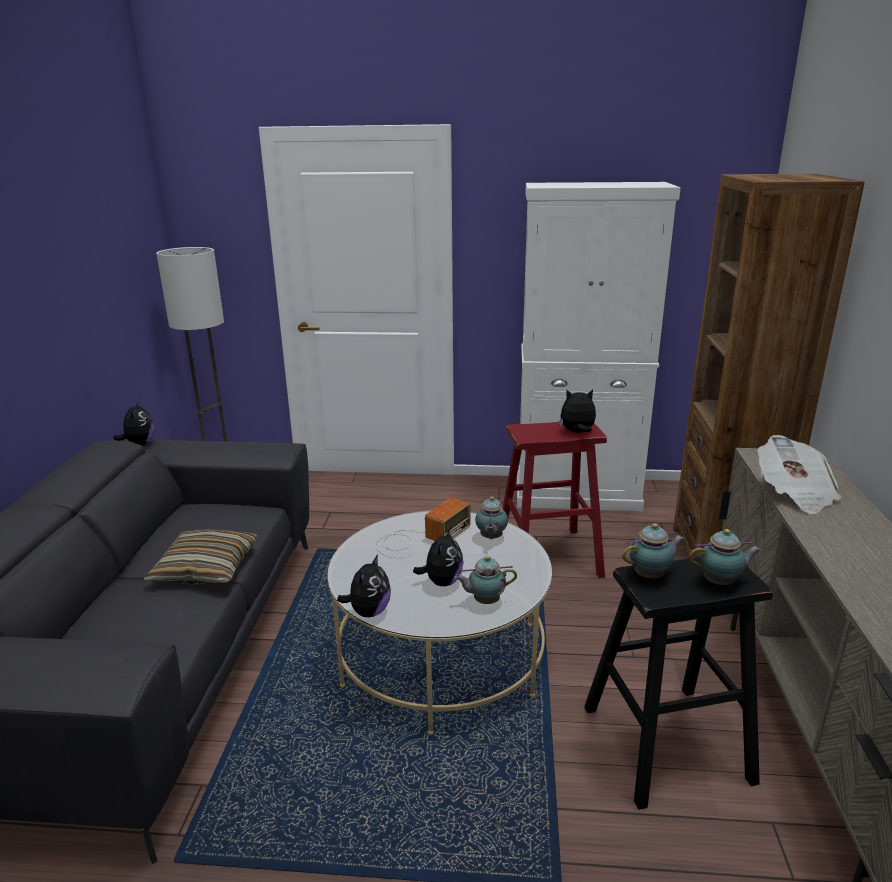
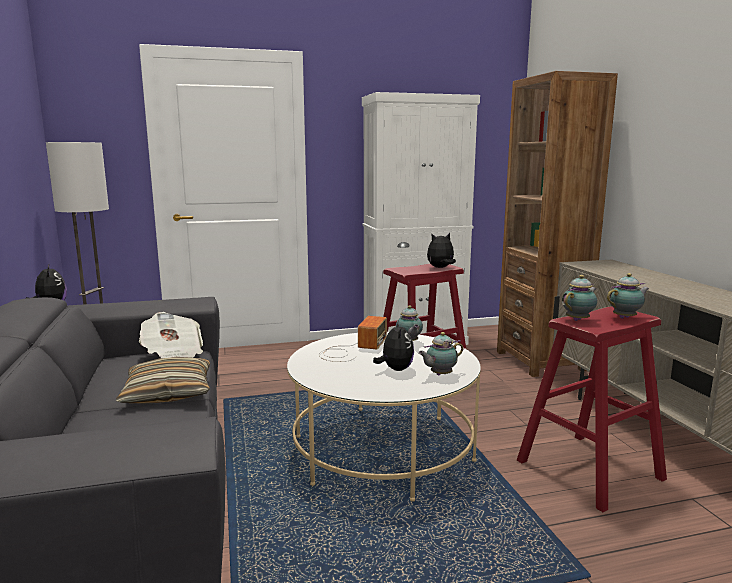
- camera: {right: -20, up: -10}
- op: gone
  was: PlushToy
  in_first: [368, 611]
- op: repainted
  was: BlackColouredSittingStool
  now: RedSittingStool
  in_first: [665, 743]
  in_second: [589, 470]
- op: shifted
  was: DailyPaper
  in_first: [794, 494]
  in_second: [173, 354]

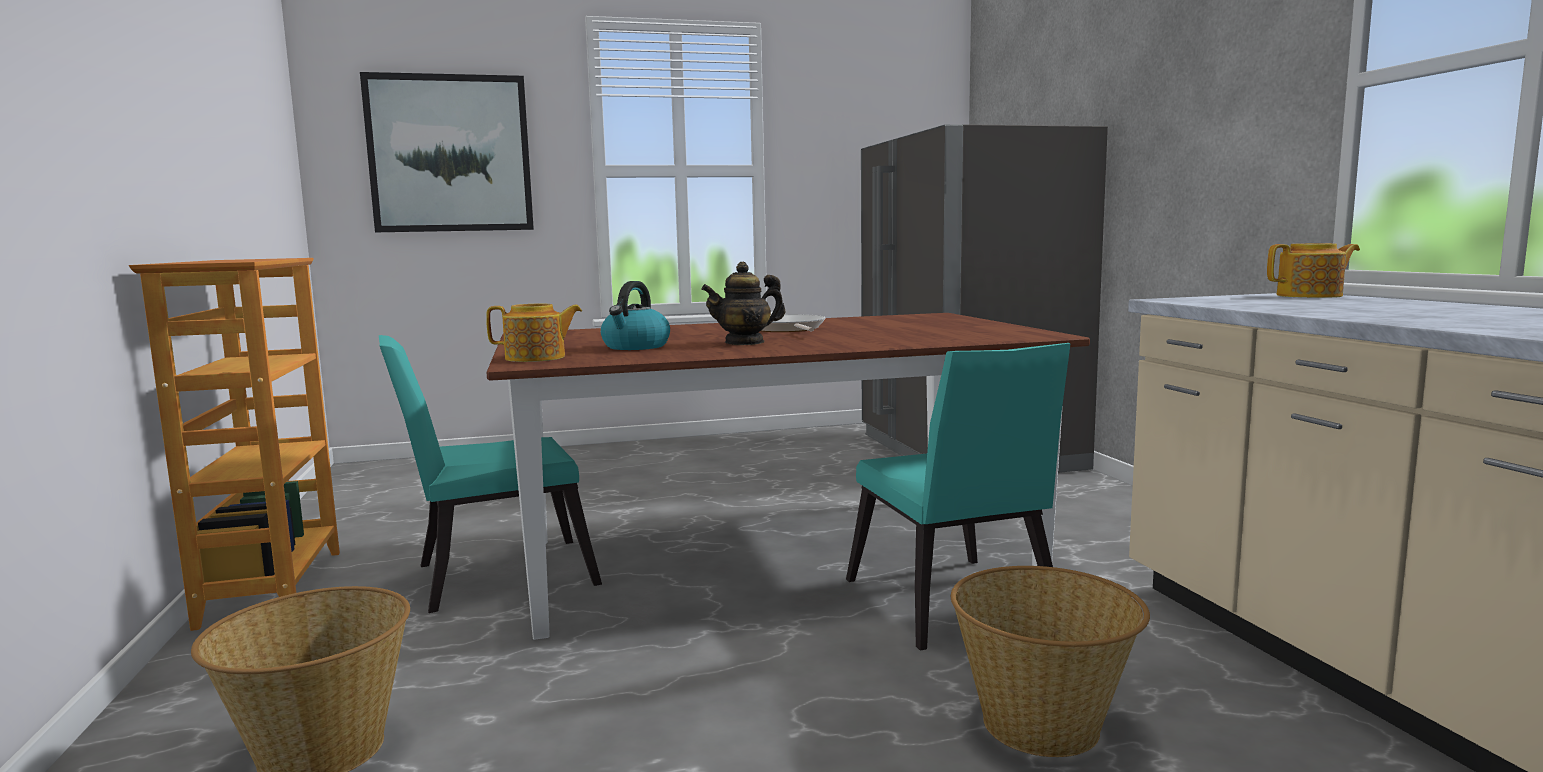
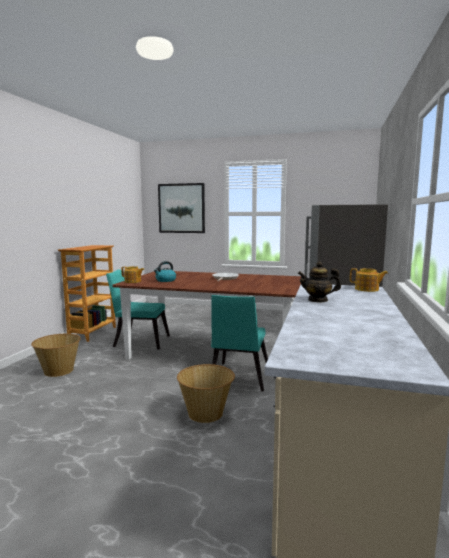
- camera: {right: 30, up: 0}
- op: shifted
  was: PotForTea
  in_first: [745, 342]
  in_second: [318, 300]

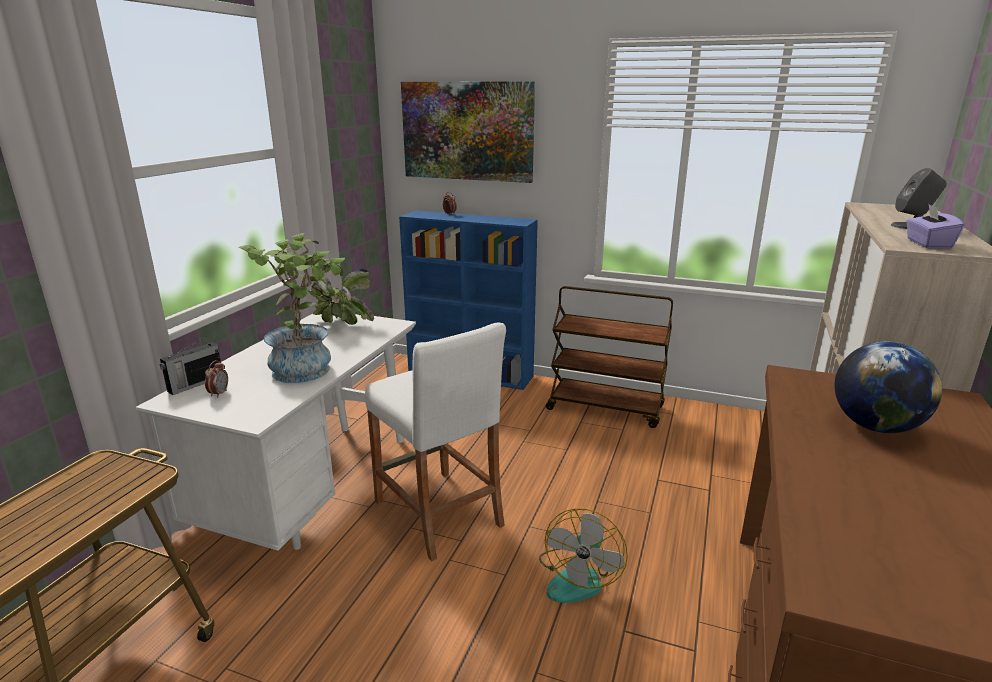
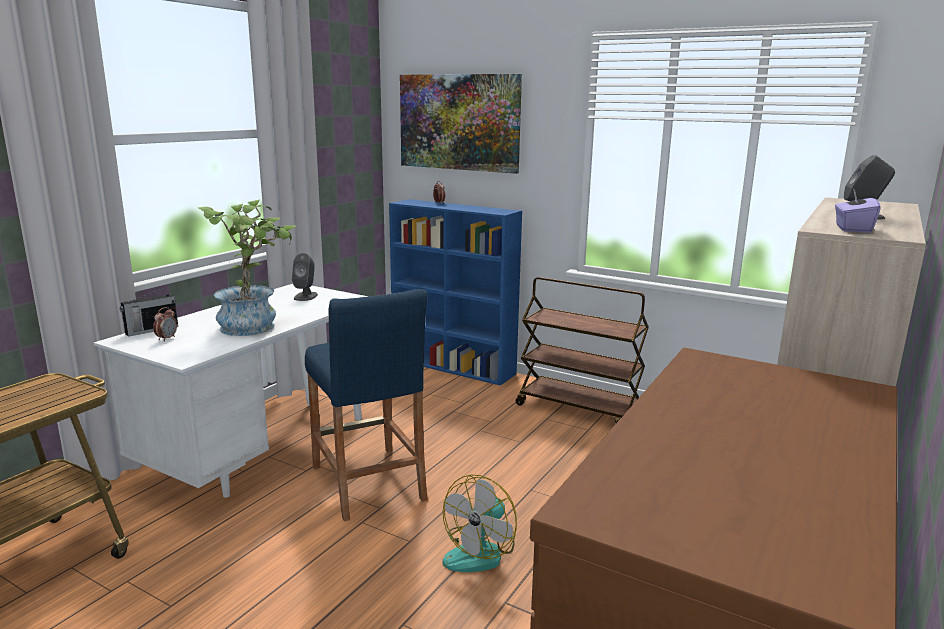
- camera: {right: 10, up: -5}
- op: swapped
  was: PottedPlant
  now: GreyAudioSpeaker
  in_first: [342, 325]
  in_second: [305, 296]
- op: repainted
  was: WhitishSittingStool
  now: BlueSittingStool
  in_first: [438, 513]
  in_second: [368, 482]
- op: gone
  was: DeskGlobe
  in_first: [875, 427]

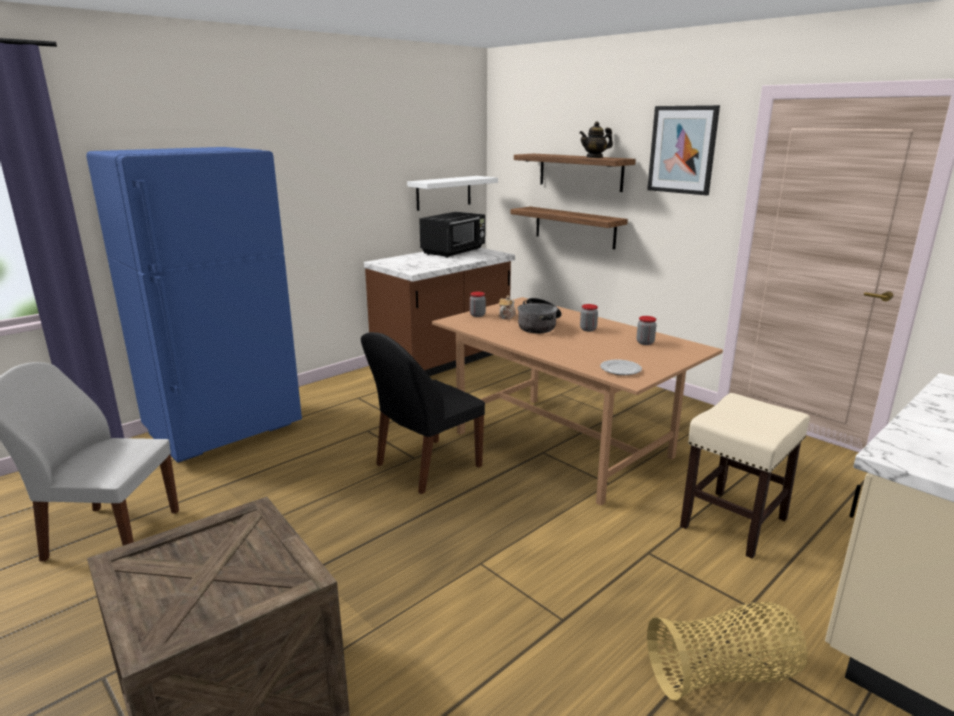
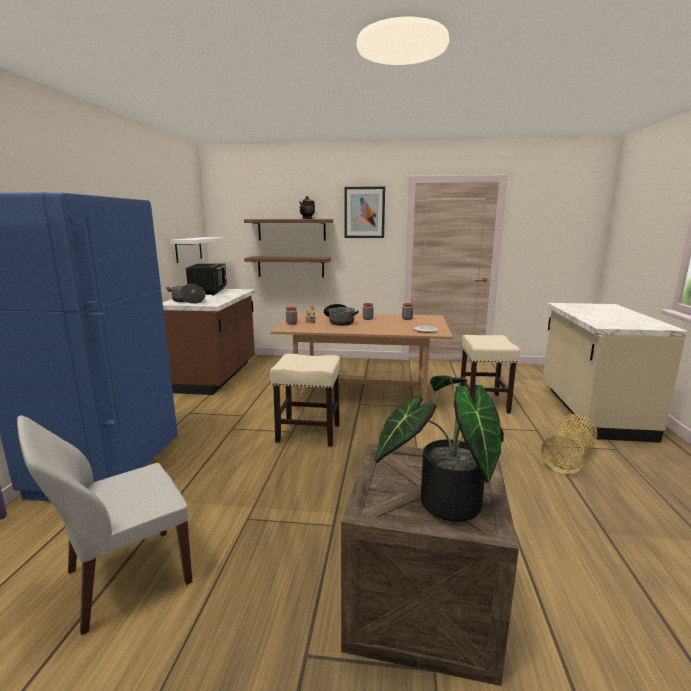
- camera: {right: -40, up: -5}
- op: swapped
  was: BlackColouredChair
  now: BeigeColouredSittingStool
  in_first: [426, 466]
  in_second: [307, 433]
- op: new
  now: Stockpot
  in_second: [187, 301]
- op: new
  now: PottedPlant
  in_second: [442, 502]

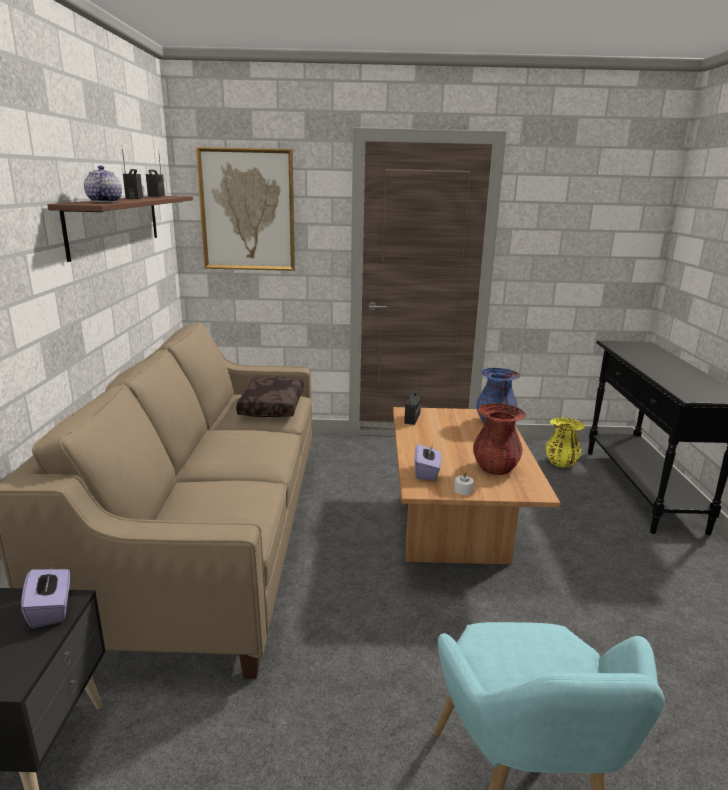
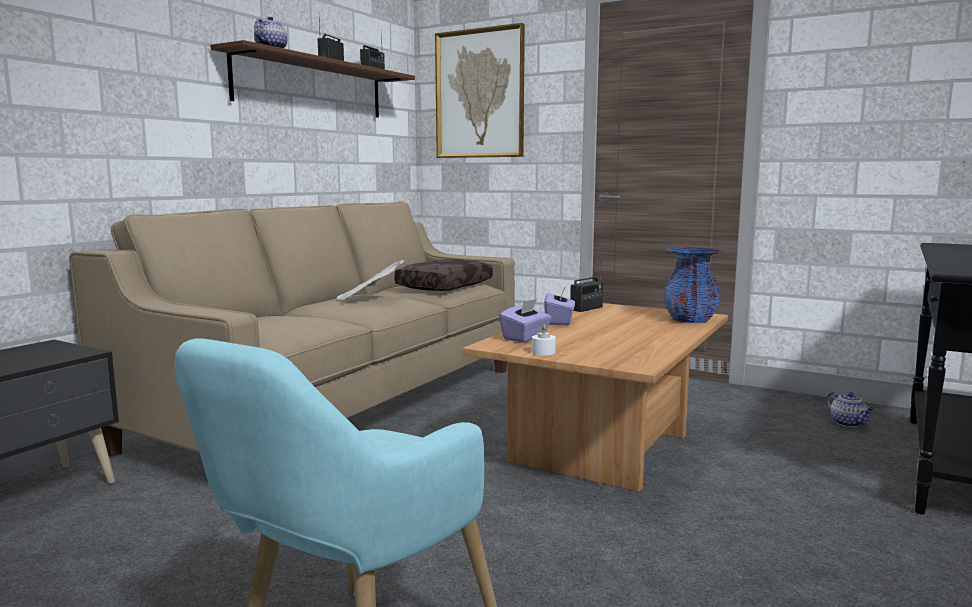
- camera: {right: 30, up: -10}
- op: shifted
  was: PurplishTissueHolder
  in_first: [51, 609]
  in_second: [559, 322]
- op: gone
  was: RedDecorativeVase
  in_first: [495, 468]
- op: swapped
  was: YellowishDecorativeVase
  now: PotForTea
  in_first: [561, 463]
  in_second: [848, 423]
- op: new
  now: DailyPaper
  in_second: [369, 299]

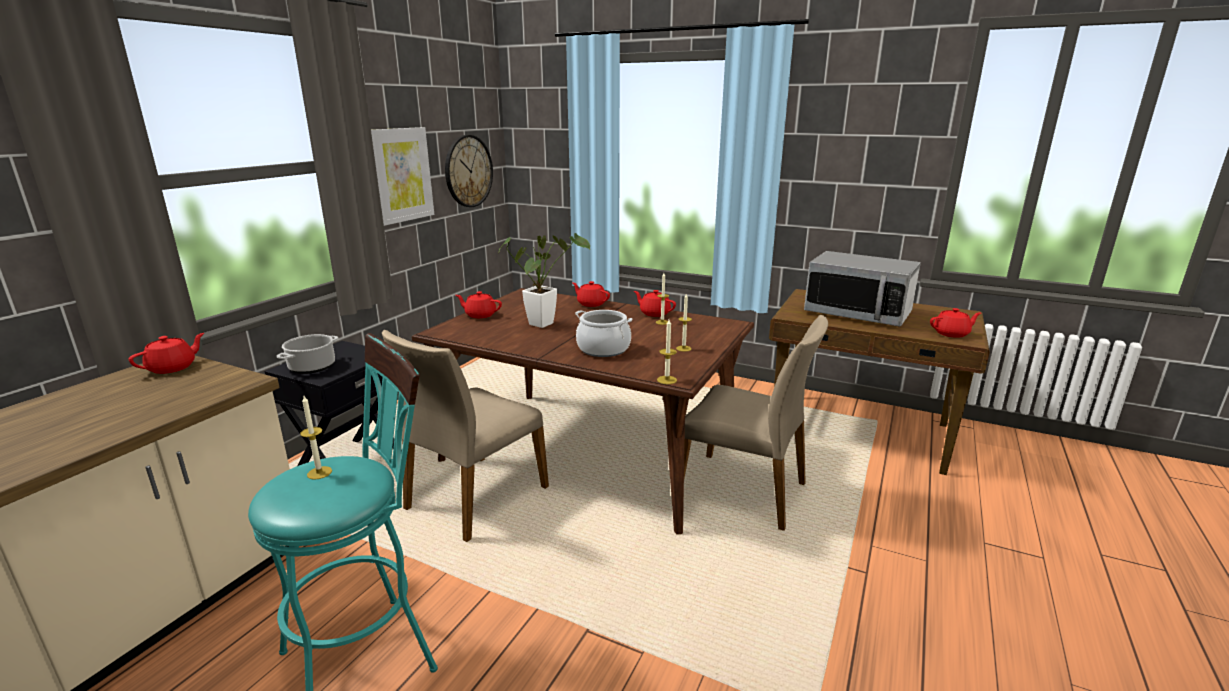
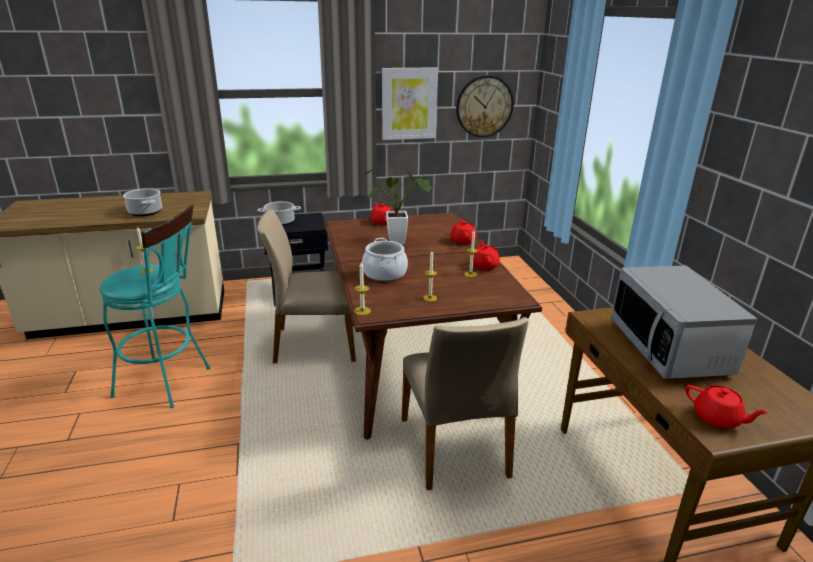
- camera: {right: 50, up: 5}
- op: gone
  was: RedPotForTea
  in_first: [173, 367]
- op: new
  now: Stockpot
  in_second: [146, 212]

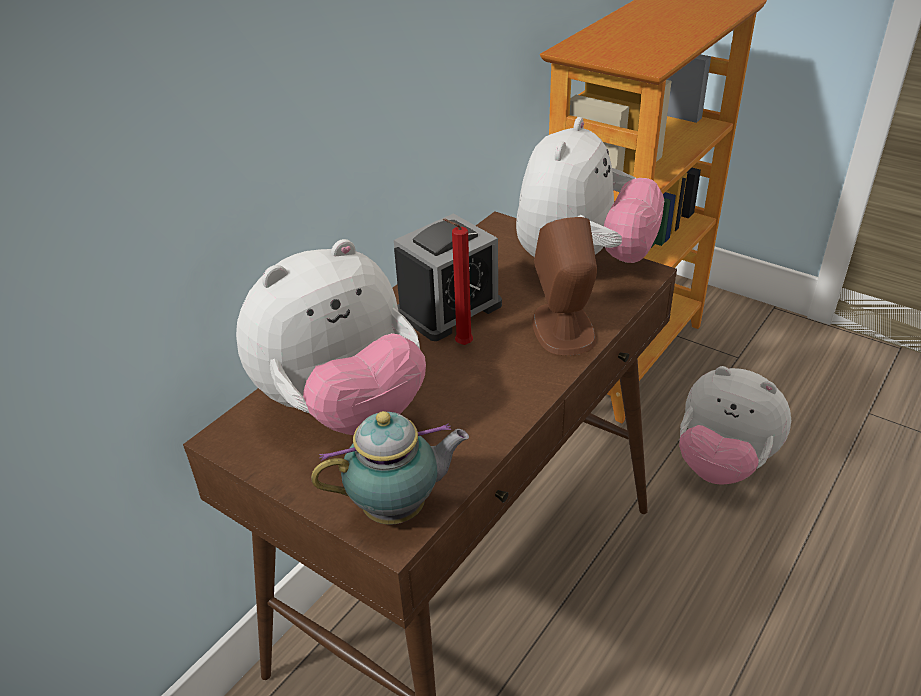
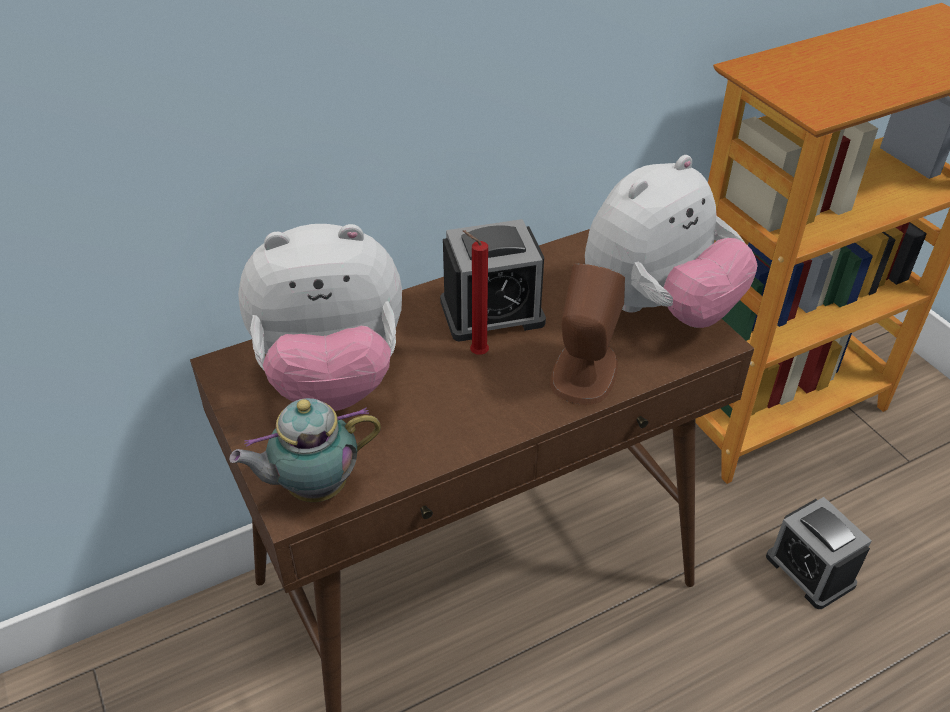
- camera: {right: 25, up: 5}
- op: rotated
  was: PotForTea
  in_first: [399, 509]
  in_second: [313, 488]
  clockwise: 150
- op: swapped
  was: PlushToy
  now: BedsideClock
  in_first: [722, 464]
  in_second: [810, 570]

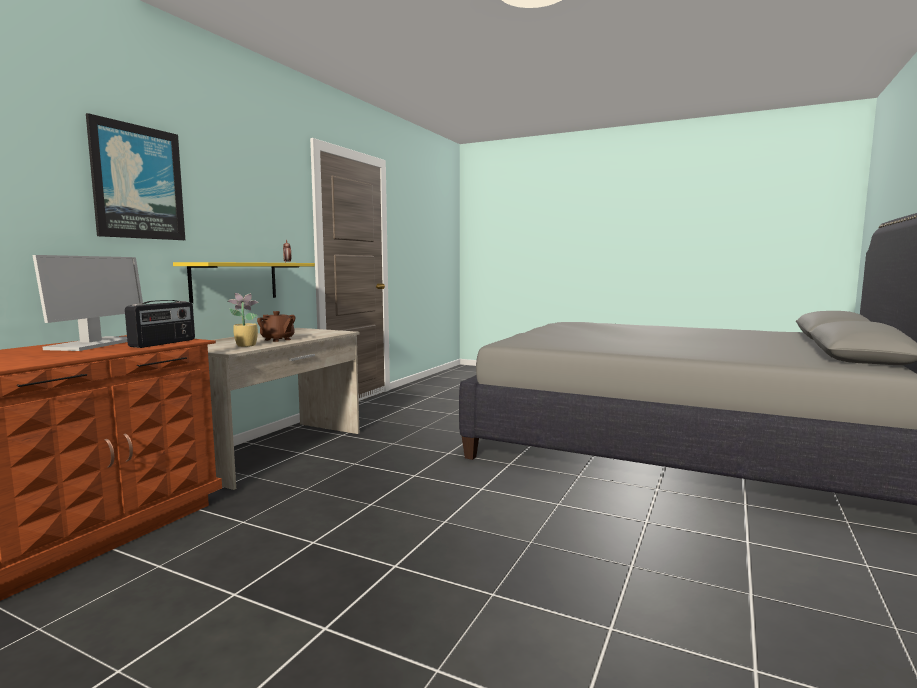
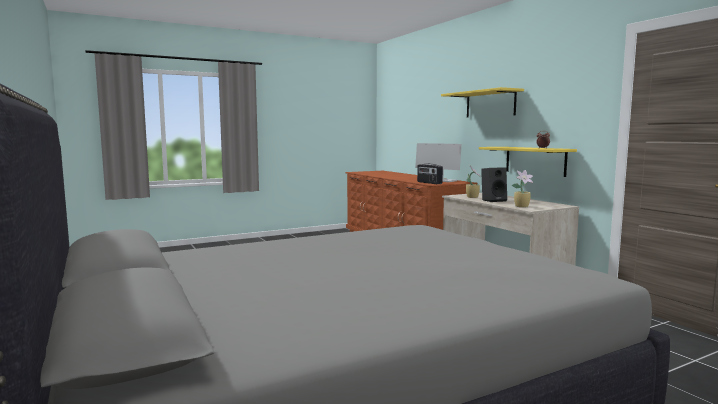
- camera: {right: 125, up: 0}
- op: swapped
  was: Picture
  now: YellowishBracketShelf
  in_first: [137, 182]
  in_second: [490, 104]
- op: swapped
  was: BrownishPotForTea
  now: BlackColouredAudioSpeaker
  in_first: [277, 340]
  in_second: [493, 200]
- op: new
  now: PottedPlant
  in_second: [522, 206]

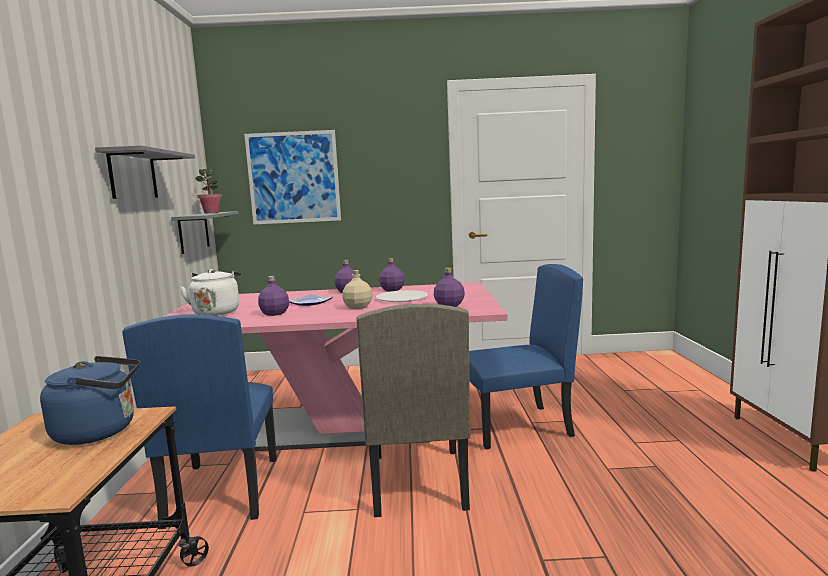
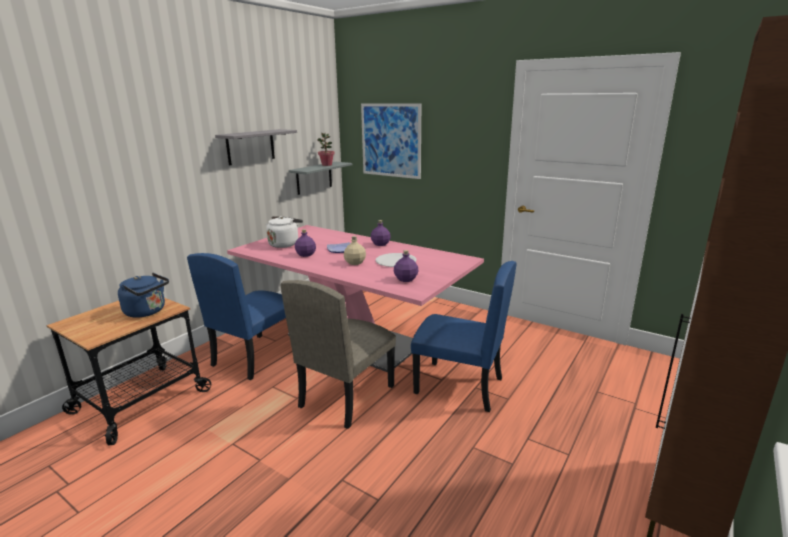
- camera: {right: 35, up: 10}
- op: gone
  was: PurplishBeverageBottle
  in_first: [392, 290]

